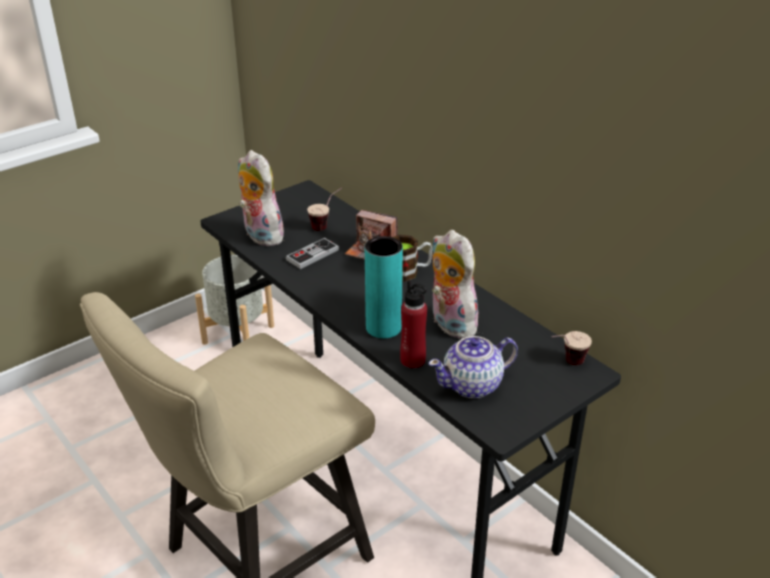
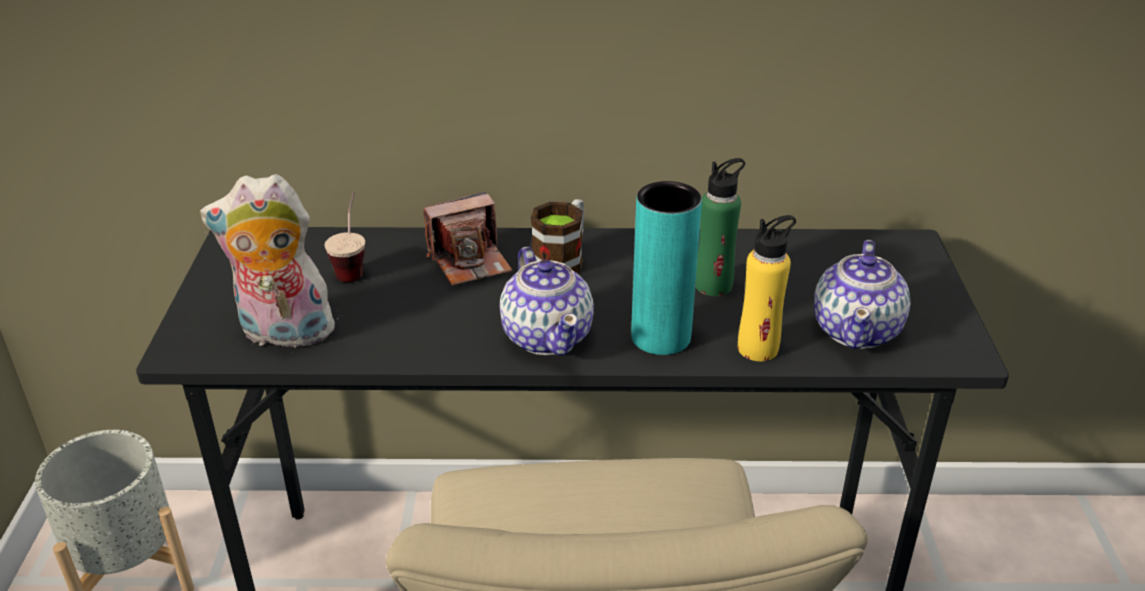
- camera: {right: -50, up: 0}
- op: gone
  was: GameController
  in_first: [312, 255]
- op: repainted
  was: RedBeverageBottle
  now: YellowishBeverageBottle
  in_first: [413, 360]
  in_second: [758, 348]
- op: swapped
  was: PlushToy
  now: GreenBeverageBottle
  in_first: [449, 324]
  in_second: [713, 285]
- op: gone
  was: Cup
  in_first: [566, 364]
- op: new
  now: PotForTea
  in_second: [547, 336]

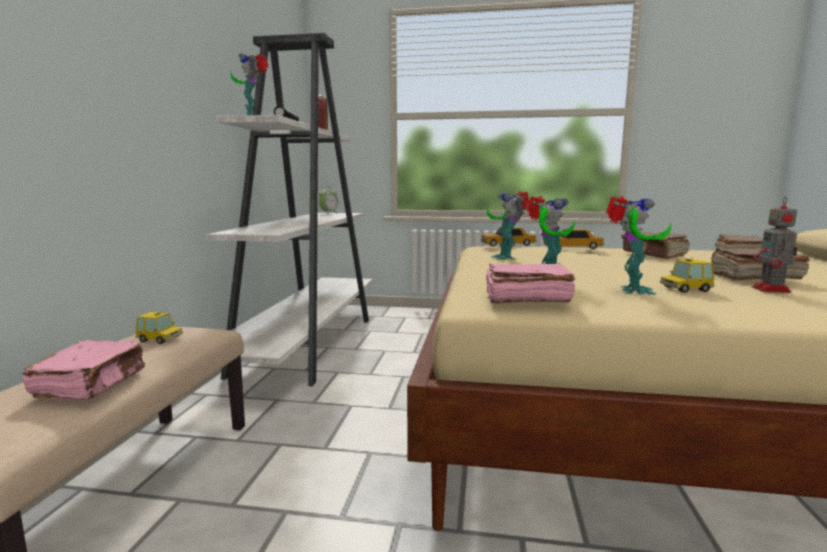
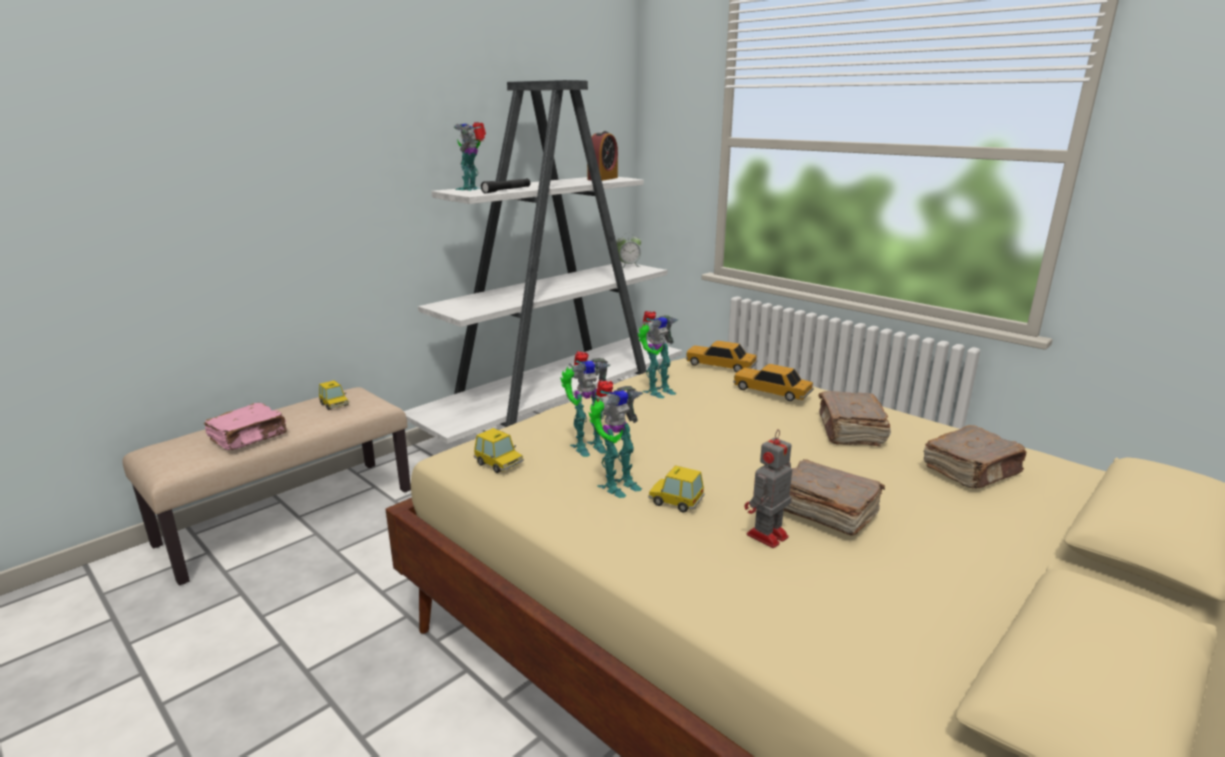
- camera: {right: 35, up: 10}
- op: swapped
  was: PinkColouredVolume
  now: ToyCar
  in_first: [525, 299]
  in_second: [499, 463]
- op: rotated
  was: RobotFigure
  in_first: [506, 257]
  in_second: [656, 391]
  clockwise: -150

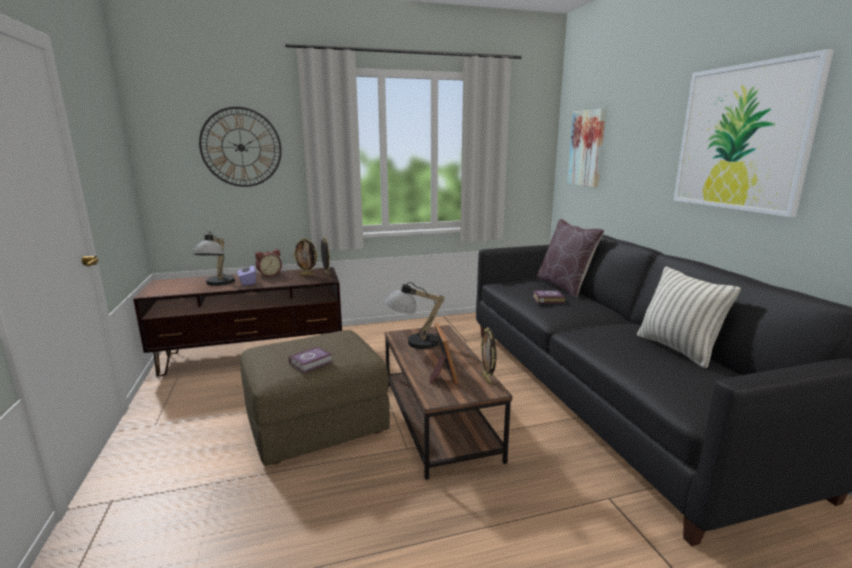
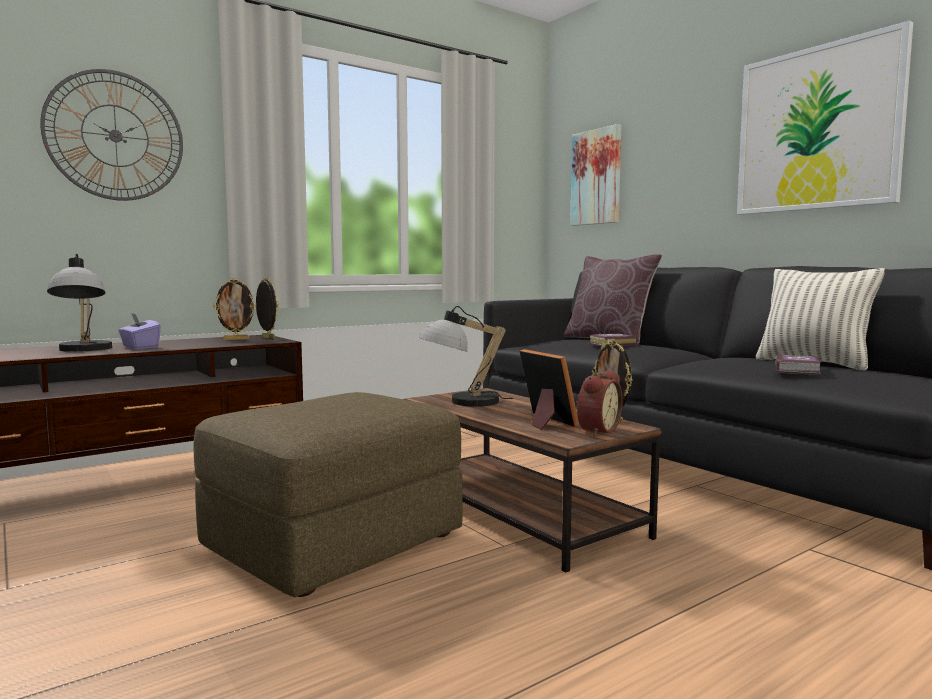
- camera: {right: -20, up: -10}
- op: shifted
  was: BedsideClock
  in_first: [269, 275]
  in_second: [596, 430]
- op: shifted
  was: Volume
  in_first: [312, 363]
  in_second: [798, 370]

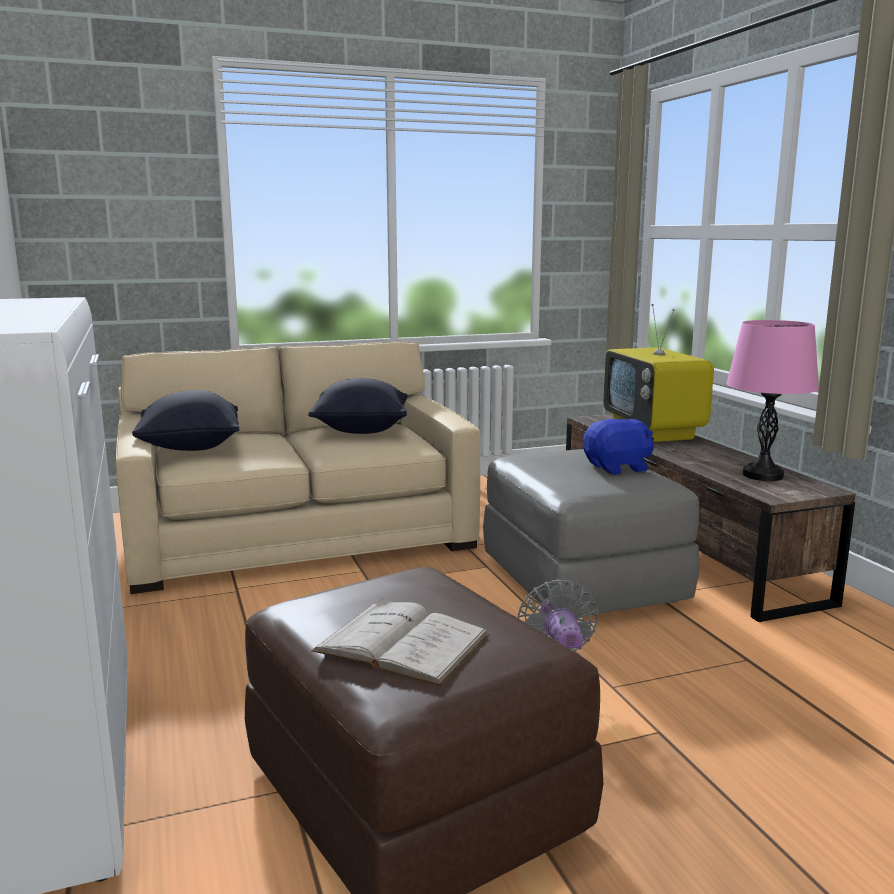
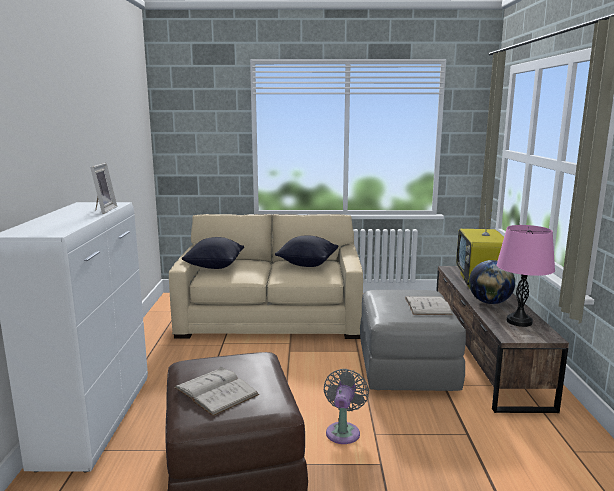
- camera: {right: 20, up: 0}
- op: swapped
  was: BluePlushToy
  now: WhitishVolume
  in_first: [618, 468]
  in_second: [427, 306]
- op: new
  now: PhotoFrame
  in_second: [102, 210]
- op: new
  now: DeskGlobe
  in_second: [489, 302]

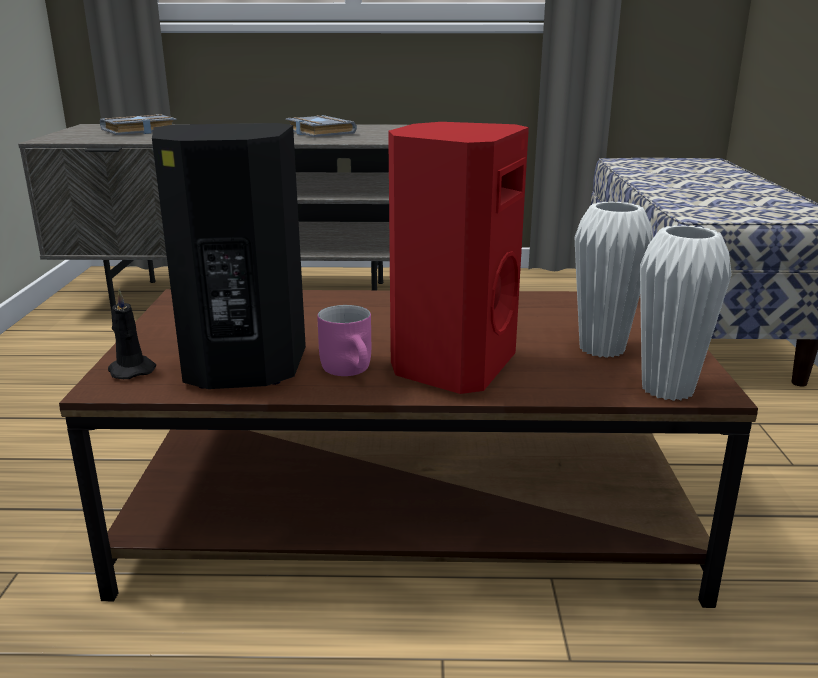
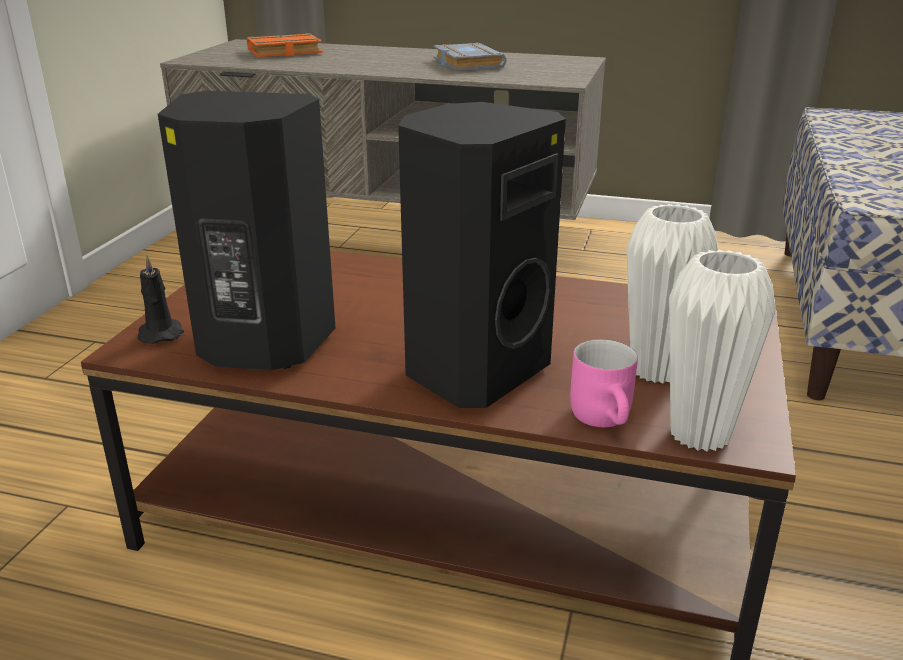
- camera: {right: 15, up: 5}
- op: repainted
  was: GreyVolume
  now: OrangeVolume
  in_first: [139, 131]
  in_second: [283, 52]
- op: shifted
  was: PinkColouredTeaMug
  in_first: [352, 370]
  in_second: [607, 418]
- op: repainted
  was: RedAudioSpeaker
  now: BlackColouredAudioSpeaker
  in_first: [450, 366]
  in_second: [473, 371]

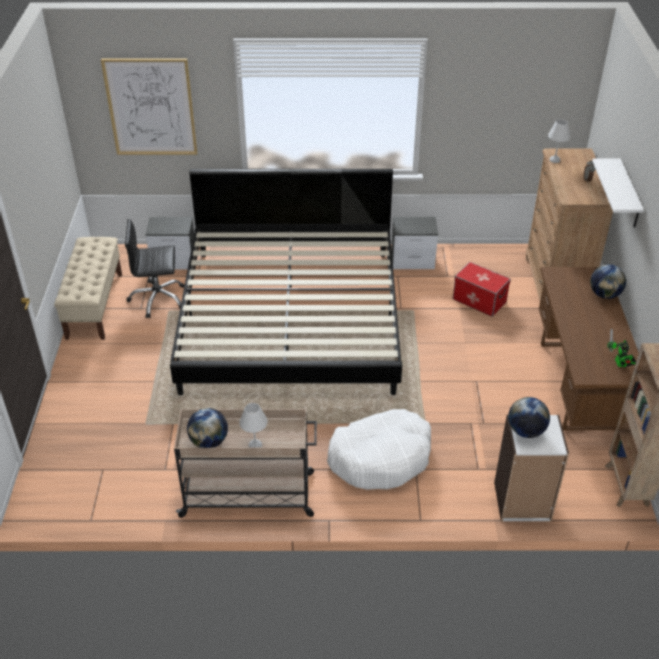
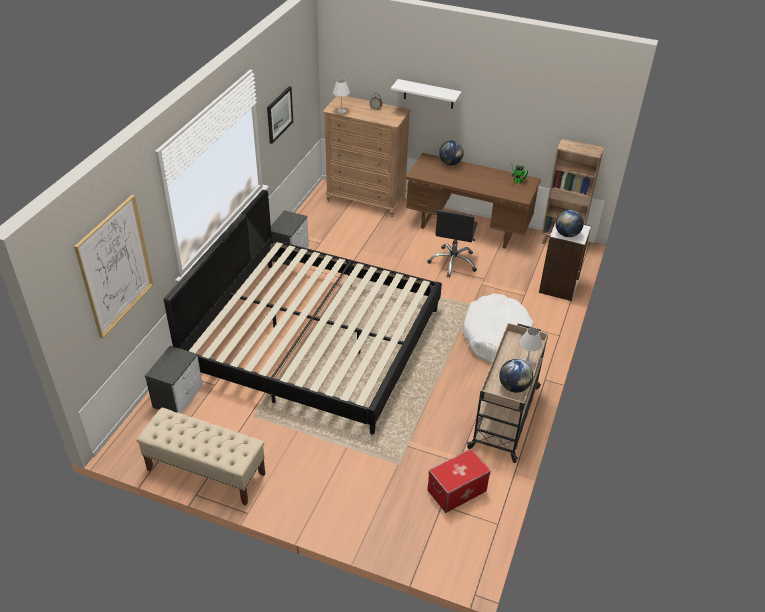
- camera: {right: -70, up: 0}
- op: shifted
  was: BlackColouredOfficeChair
  in_first: [158, 299]
  in_second: [453, 262]
- op: shifted
  was: StorageBox
  in_first: [479, 301]
  in_second: [457, 491]
- op: new
  now: Picture
  in_second: [279, 114]

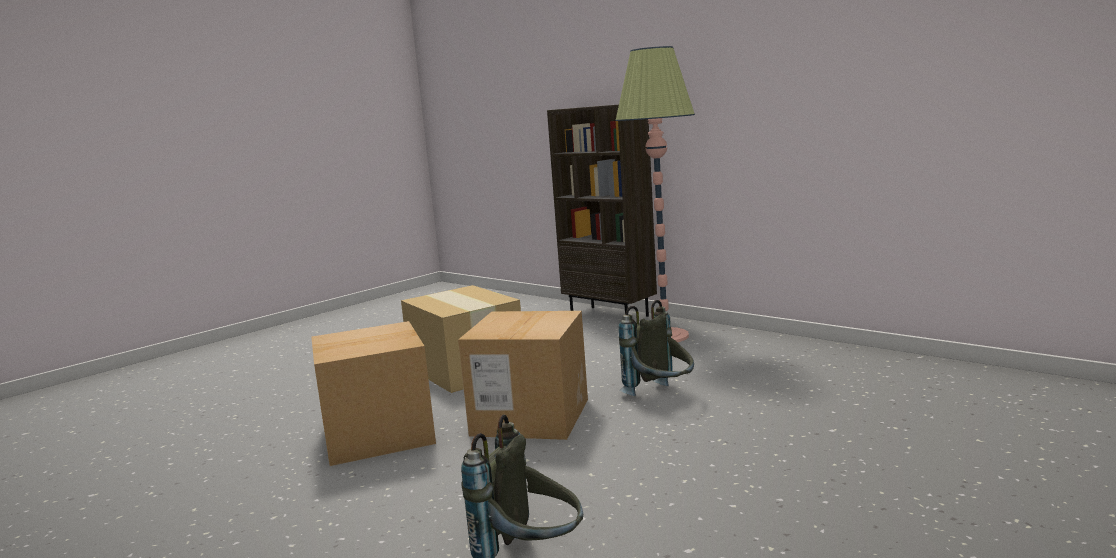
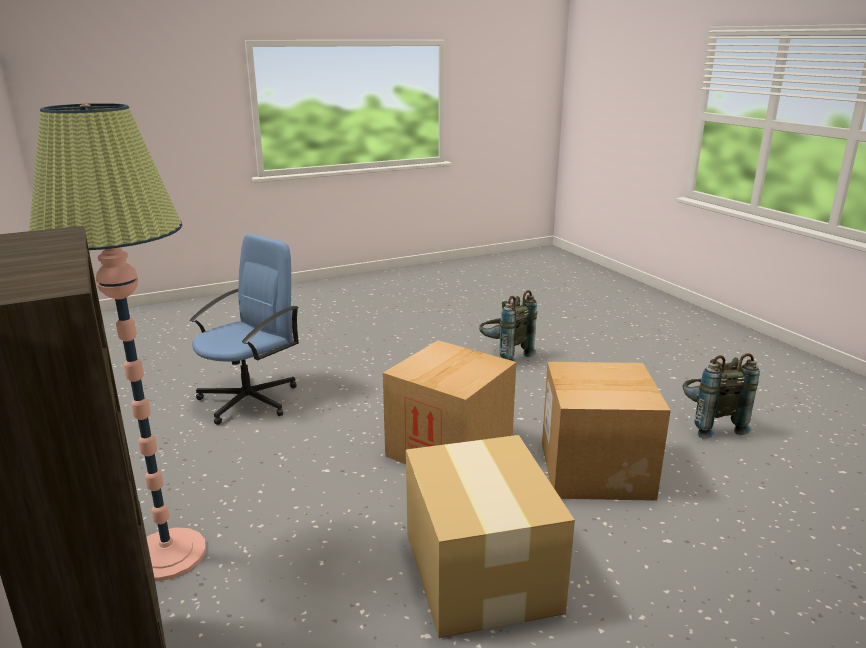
- camera: {right: -160, up: 10}
- op: shifted
  was: GreyBackpack
  in_first: [661, 396]
  in_second: [708, 424]
- op: new
  now: BlueOfficeChair
  in_second: [250, 399]

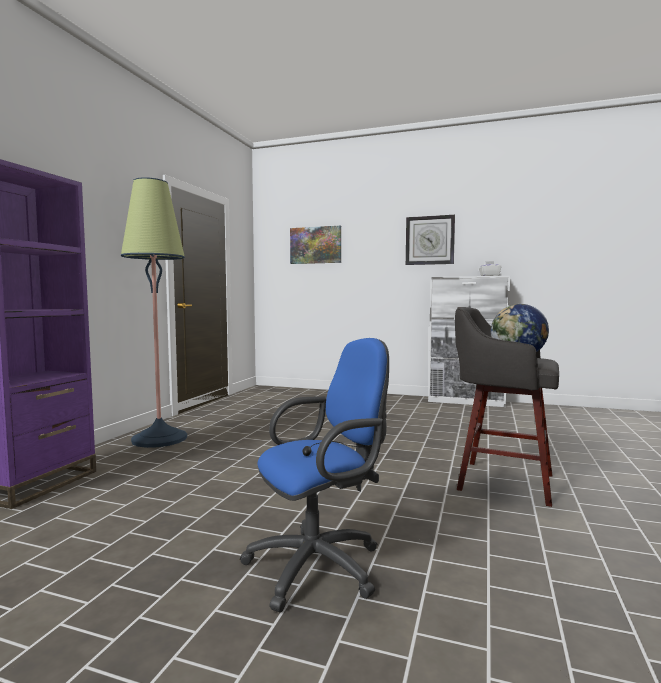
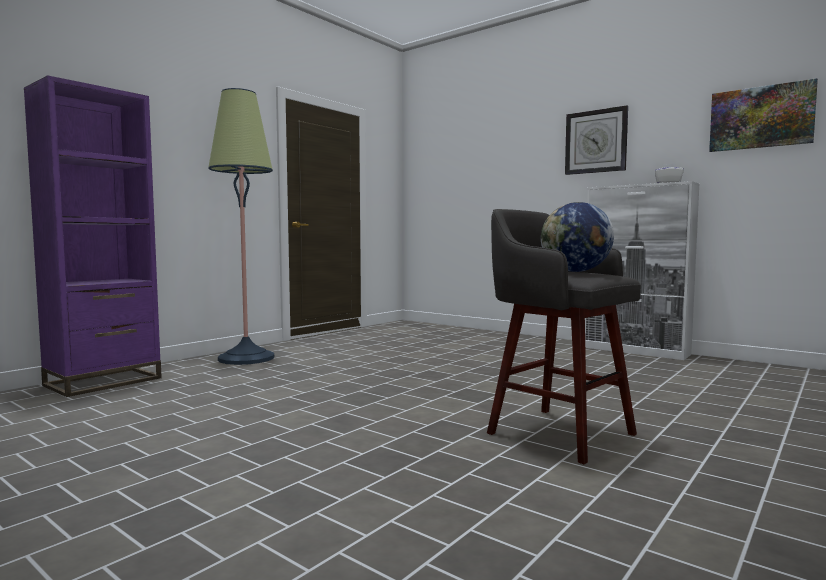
- camera: {right: 20, up: 0}
- op: gone
  was: BlueOfficeChair
  in_first: [321, 565]
- op: shifted
  was: Picture
  in_first: [315, 245]
  in_second: [761, 117]

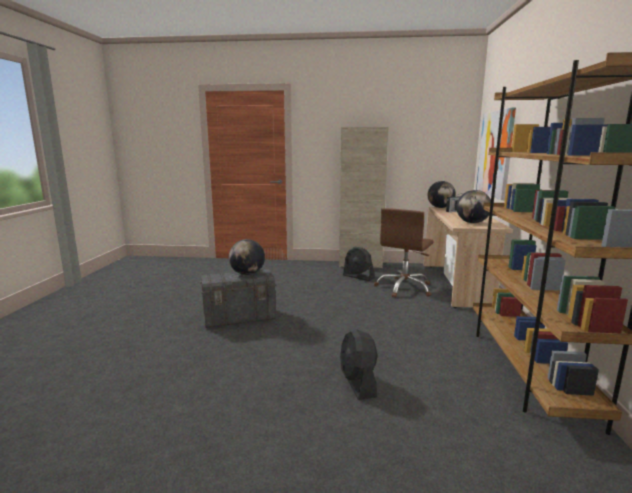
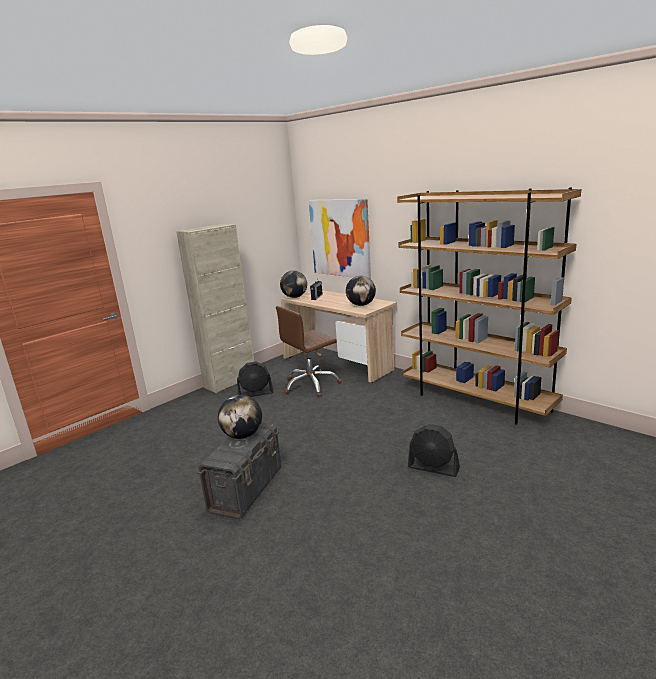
- camera: {right: -50, up: 5}
- op: rotated
  was: BrownishOfficeChair
  in_first: [404, 288]
  in_second: [311, 385]
  clockwise: 75

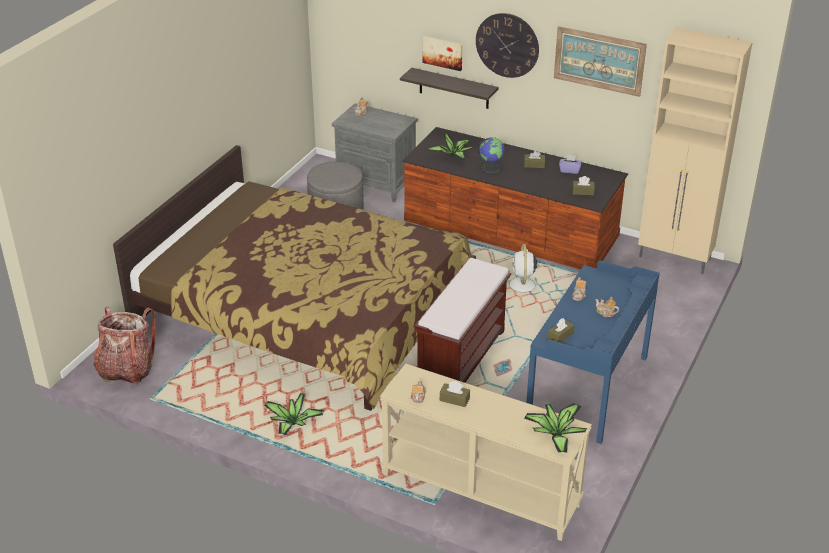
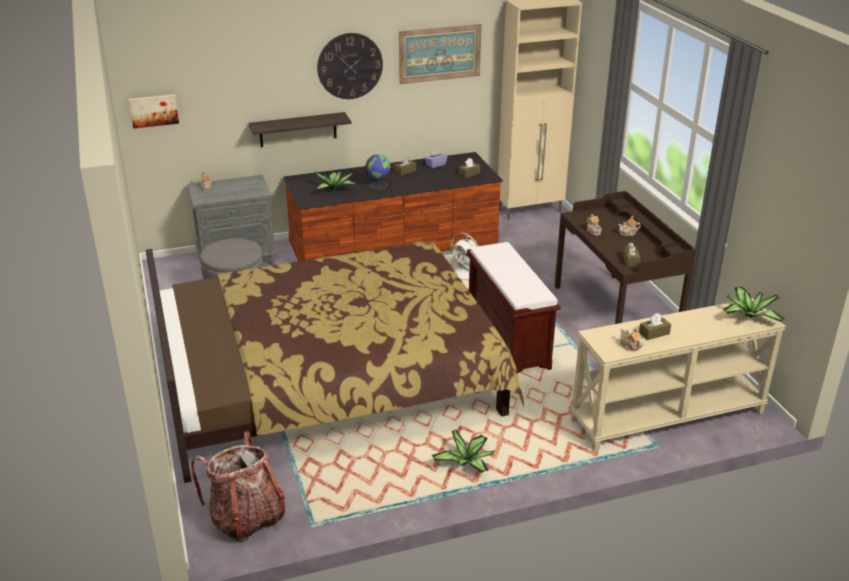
- camera: {right: -45, up: -5}
- op: shifted
  was: Picture
  in_first: [443, 52]
  in_second: [154, 110]
- op: repainted
  was: BlueDesk
  now: BrownishDesk
  in_first: [589, 387]
  in_second: [615, 312]

